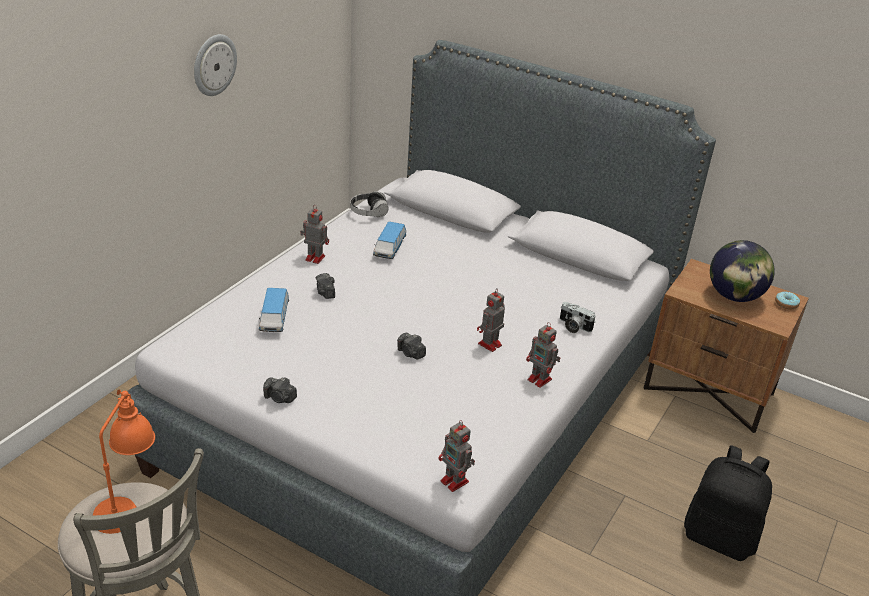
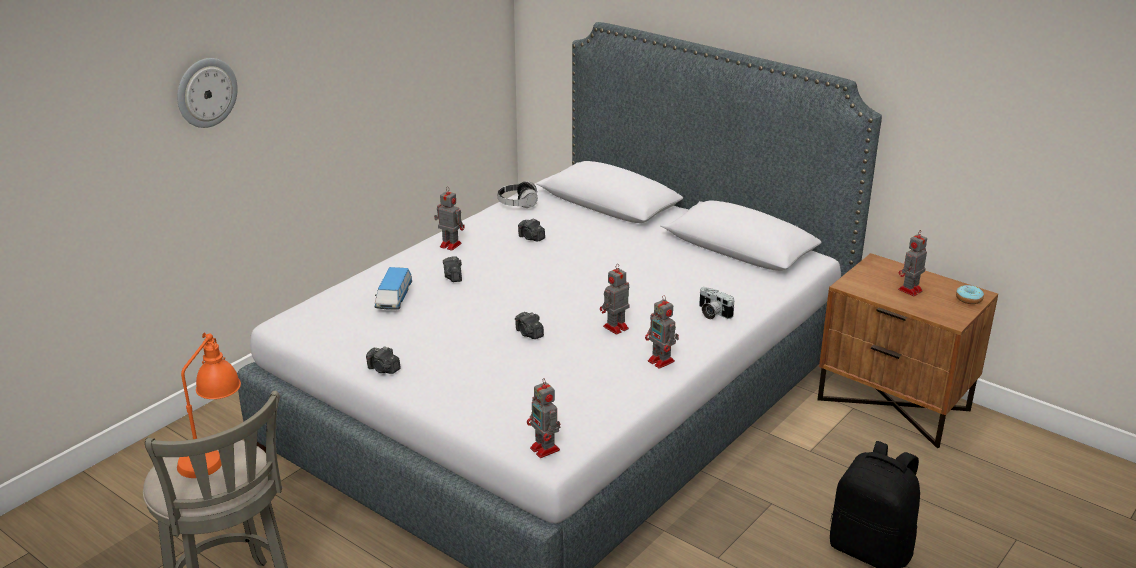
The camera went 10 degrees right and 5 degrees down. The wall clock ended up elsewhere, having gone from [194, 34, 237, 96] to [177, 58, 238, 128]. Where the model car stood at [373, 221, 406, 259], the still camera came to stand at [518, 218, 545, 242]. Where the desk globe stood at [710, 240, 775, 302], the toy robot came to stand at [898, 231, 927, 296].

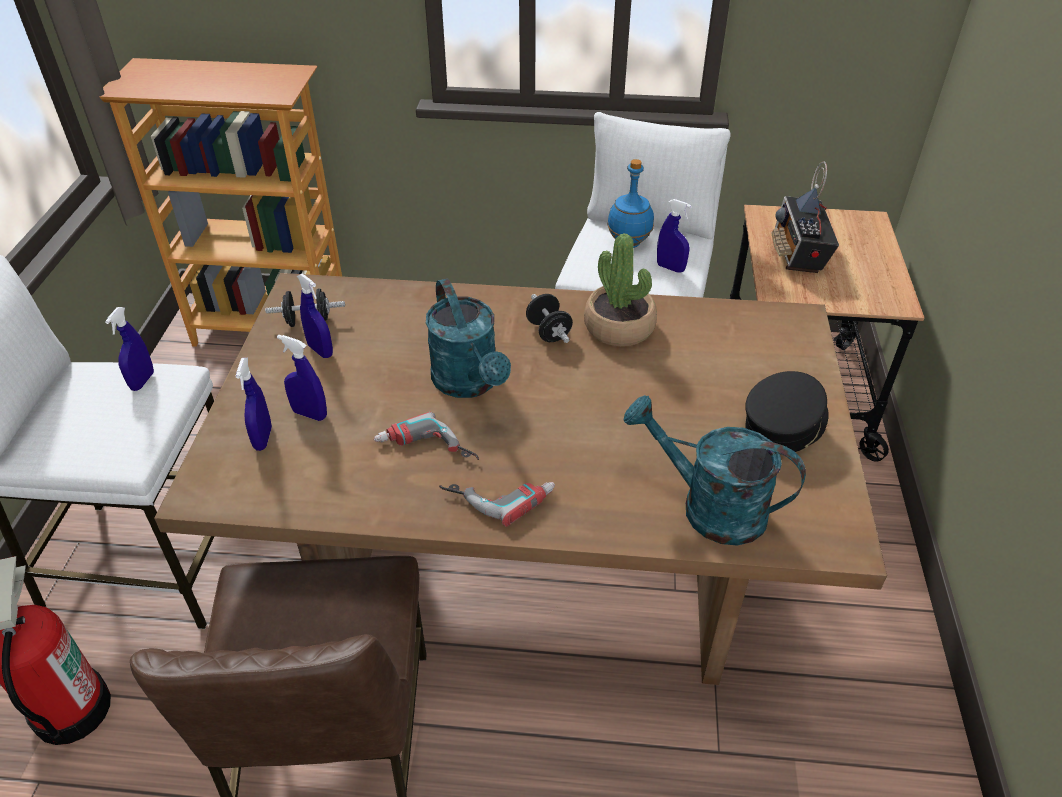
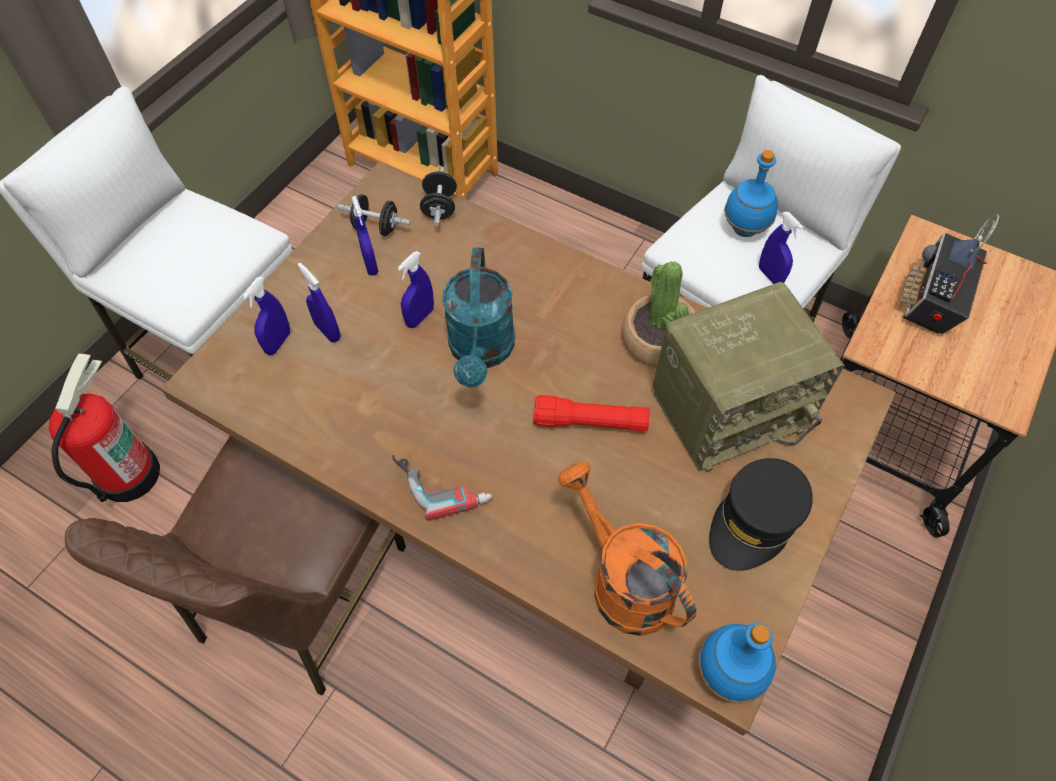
The camera went 25 degrees right and 15 degrees up. The blue sprayer ended up elsewhere, having gone from [105, 307, 154, 391] to [397, 251, 434, 328]. The second view lost the drill at [374, 412, 479, 460]. The black-coloured hand weight ended up elsewhere, having gone from [526, 294, 573, 343] to [420, 167, 457, 226]. What was the blue-green watering pot at [624, 395, 806, 546] turned into the orange watering pot at [558, 461, 696, 636]. The black-coloured baseball cap at [745, 371, 829, 452] ended up facing another way, 150 degrees clockwise from before. The second view gained the red-coloured torch at [533, 395, 650, 431]. The second view gained the radio receiver at [653, 282, 845, 472]. The second view gained the blue drink bottle at [698, 622, 776, 703].

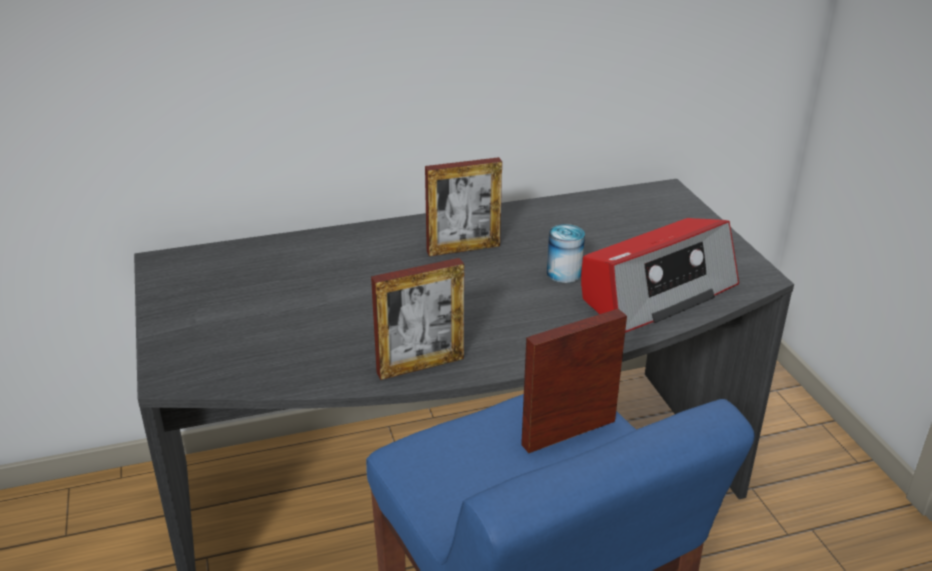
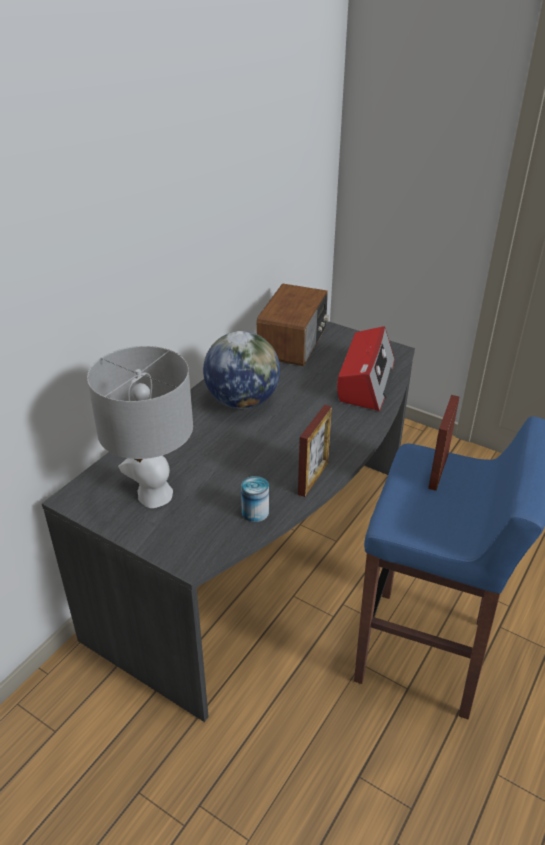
The camera went 40 degrees left and 5 degrees up. Where the picture frame stood at [425, 157, 502, 256], the desk globe came to stand at [203, 331, 280, 409]. The metal can ended up elsewhere, having gone from [547, 224, 585, 283] to [241, 476, 269, 522]. The second view gained the gray lamp for a table at [87, 346, 193, 508]. The second view gained the radio receiver at [257, 284, 329, 366].

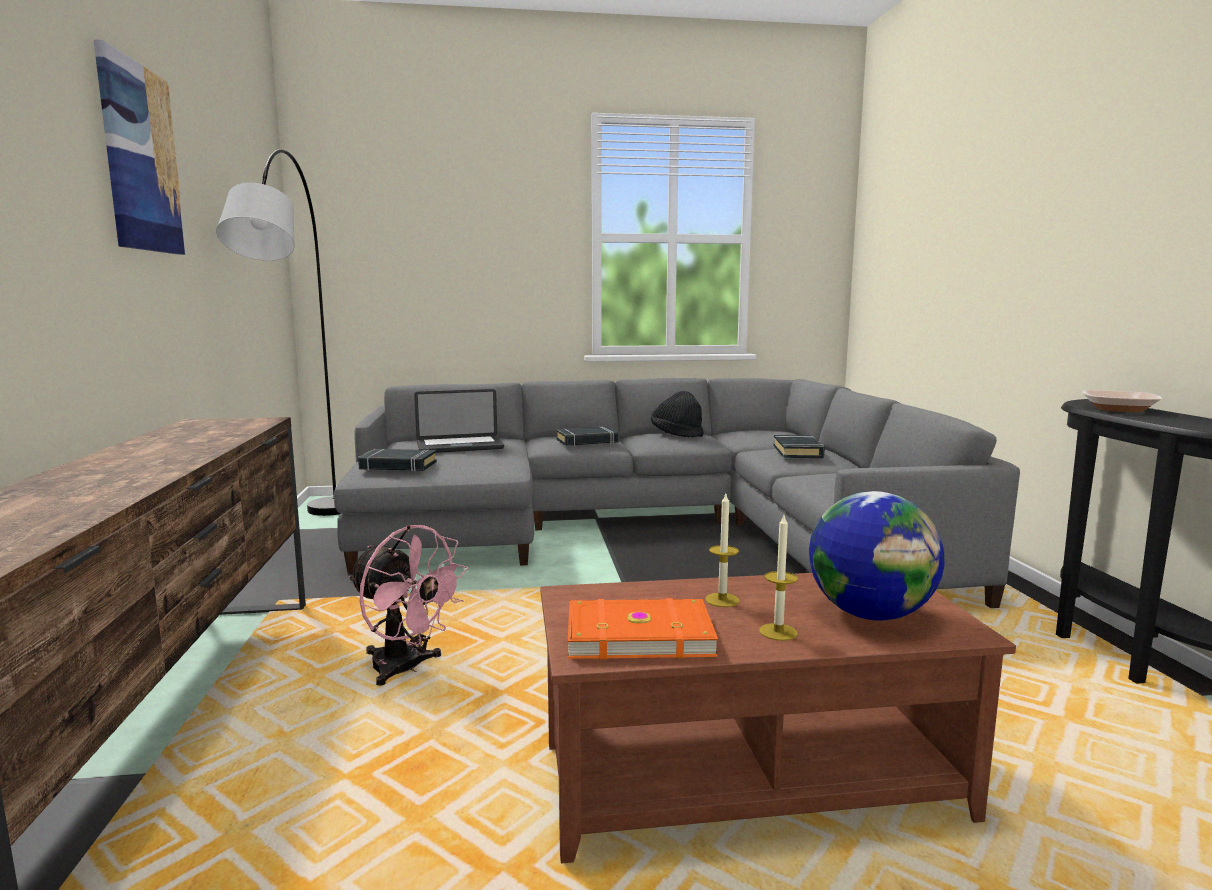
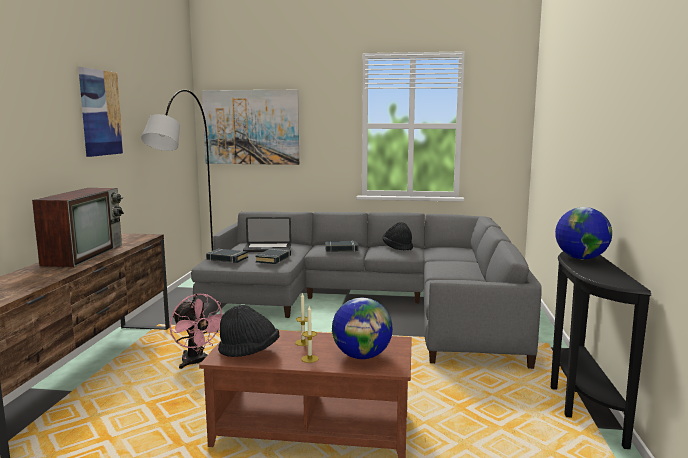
The camera went 15 degrees right and 0 degrees up. Where the orange book stood at [568, 598, 718, 659], the black-coloured hat came to stand at [218, 305, 280, 357]. The black-coloured book ended up elsewhere, having gone from [773, 435, 825, 458] to [255, 248, 291, 264]. Where the deep dish stood at [1082, 390, 1162, 412], the desk globe came to stand at [555, 207, 612, 259]. The second view gained the TV at [32, 188, 124, 267]. The second view gained the wall art at [202, 90, 299, 165].

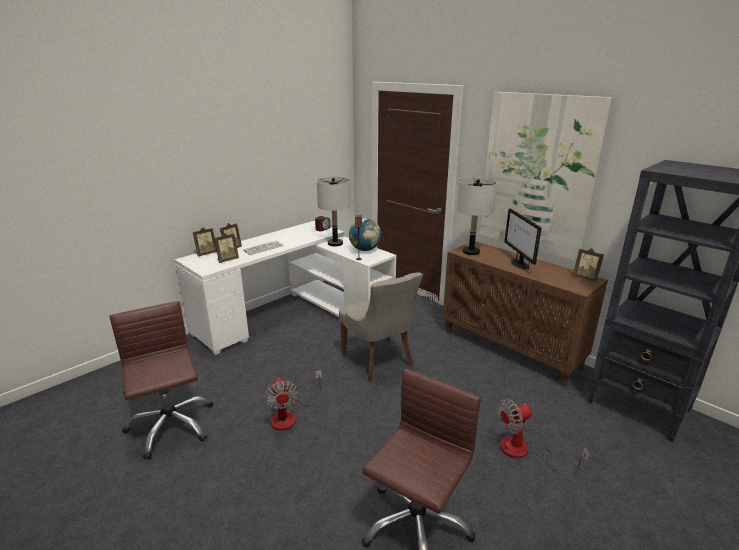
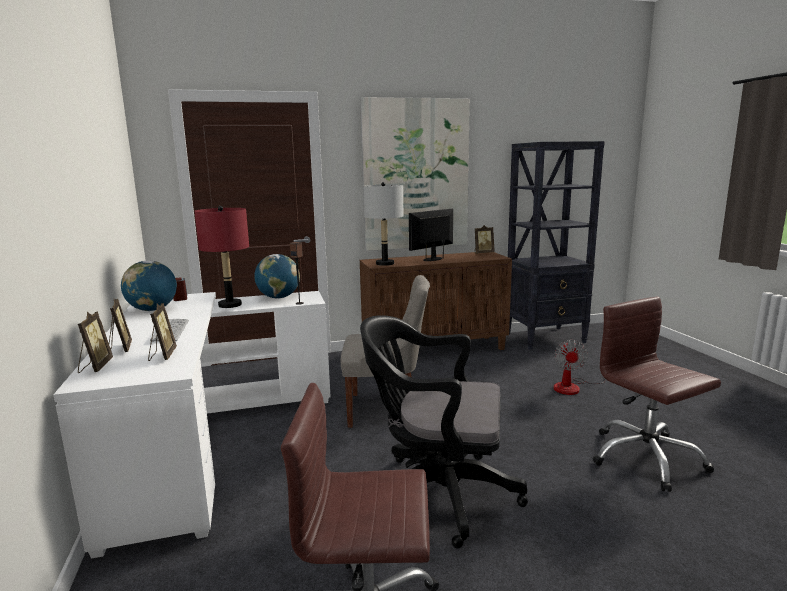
The camera went 60 degrees left and 10 degrees down. Where the cooling fan stood at [265, 370, 322, 431], the black-coloured desk chair came to stand at [360, 315, 528, 549]. What was the gray lamp for a table at [317, 177, 351, 246] turned into the red-coloured lamp for a table at [195, 206, 249, 308]. The computer display at [504, 208, 542, 269] ended up facing another way, 120 degrees clockwise from before. The second view gained the desk globe at [121, 260, 177, 311].

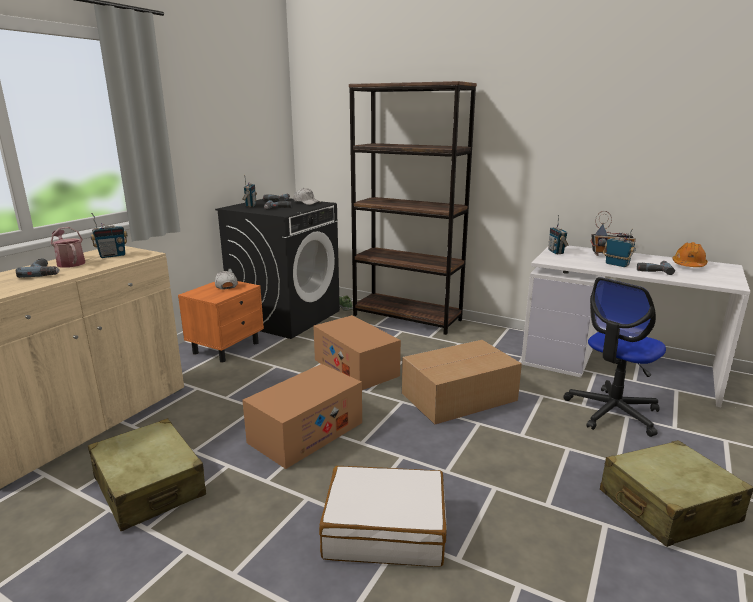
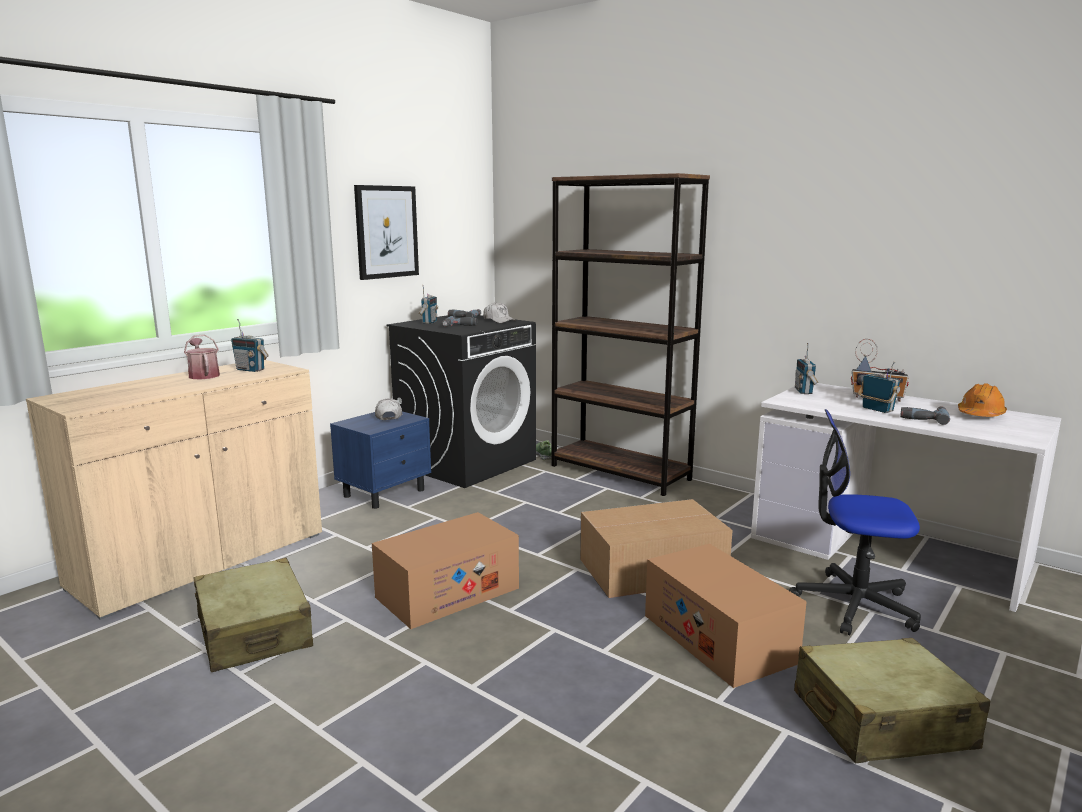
The camera went 10 degrees right and 5 degrees down. The second view lost the drill at [16, 258, 60, 278]. The radio receiver at [90, 213, 127, 258] ended up facing another way, 45 degrees clockwise from before. What was the orange nightstand at [178, 281, 264, 363] turned into the blue nightstand at [330, 411, 431, 509]. The carton ended up elsewhere, having gone from [313, 315, 401, 390] to [645, 544, 807, 688]. The second view lost the whitish travel case at [319, 466, 446, 567]. The desk chair at [563, 277, 666, 437] ended up facing another way, 45 degrees clockwise from before. The second view gained the wall art at [354, 185, 419, 280].

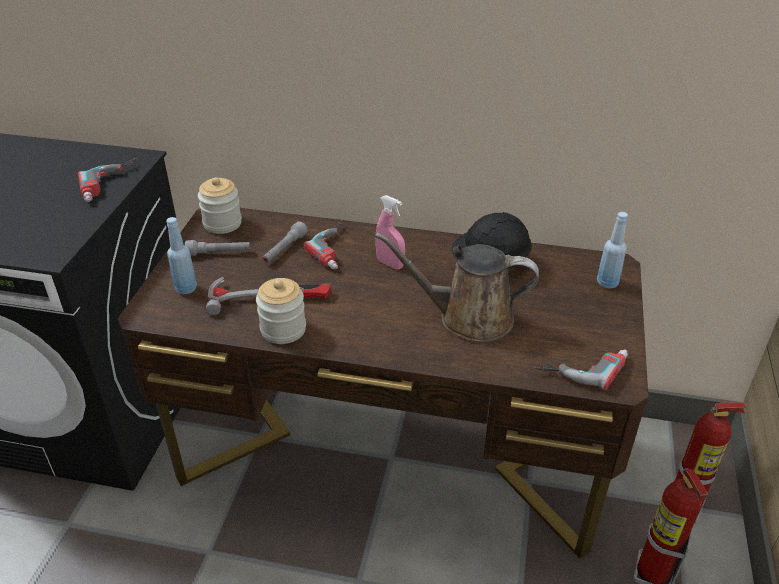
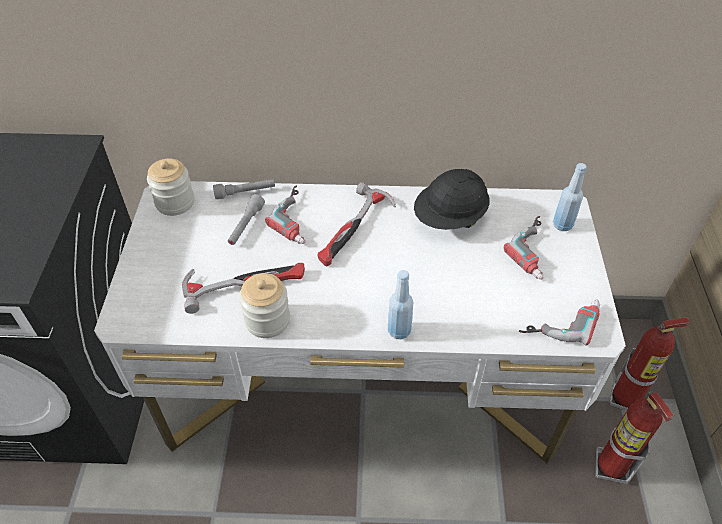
The camera went 10 degrees left and 10 degrees up. The drill ended up elsewhere, having gone from [78, 159, 137, 202] to [503, 216, 544, 280]. What was the brown-coloured desk table at [118, 208, 648, 559] turned into the whitish desk table at [94, 181, 626, 464]. The blue drink bottle ended up elsewhere, having gone from [166, 217, 197, 294] to [388, 270, 414, 339]. The gray torch ended up elsewhere, having gone from [185, 240, 250, 256] to [213, 179, 275, 199]. Where the pink sprayer stood at [375, 195, 405, 269], the tool hammer came to stand at [318, 182, 396, 266]. The second view lost the brown-coloured watering pot at [375, 232, 539, 342].

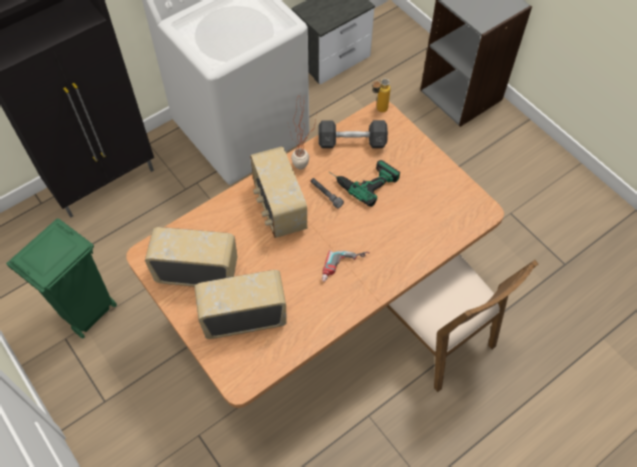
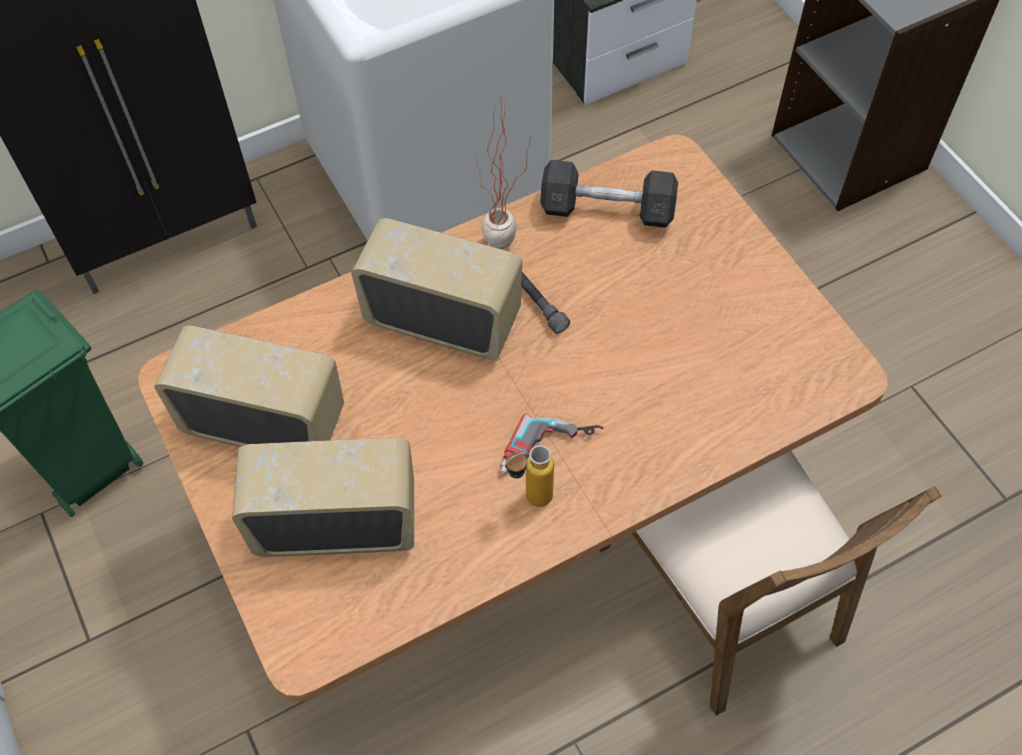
The camera went 10 degrees right and 0 degrees up. The radio receiver at [250, 146, 307, 238] ended up facing another way, 120 degrees clockwise from before. The second view lost the drill at [329, 160, 400, 207]. The drink bottle ended up elsewhere, having gone from [372, 79, 391, 113] to [505, 445, 554, 507].

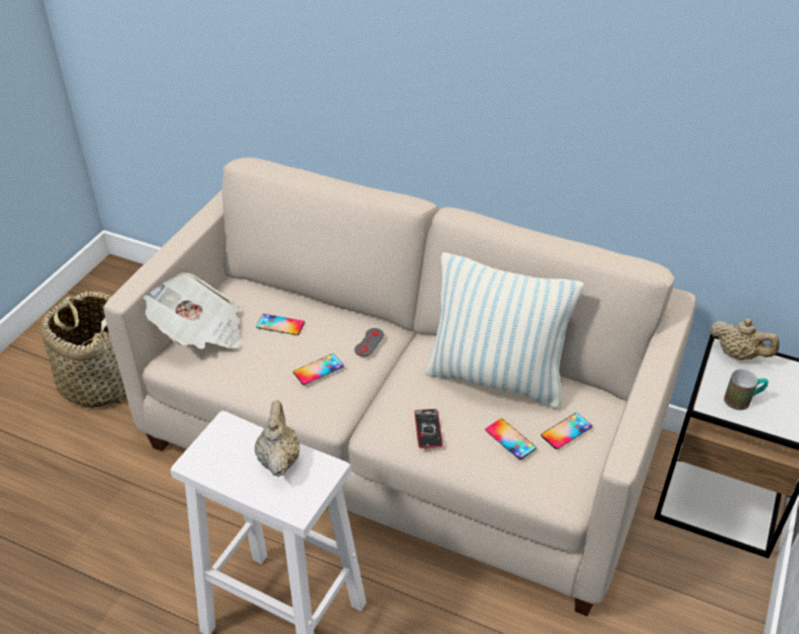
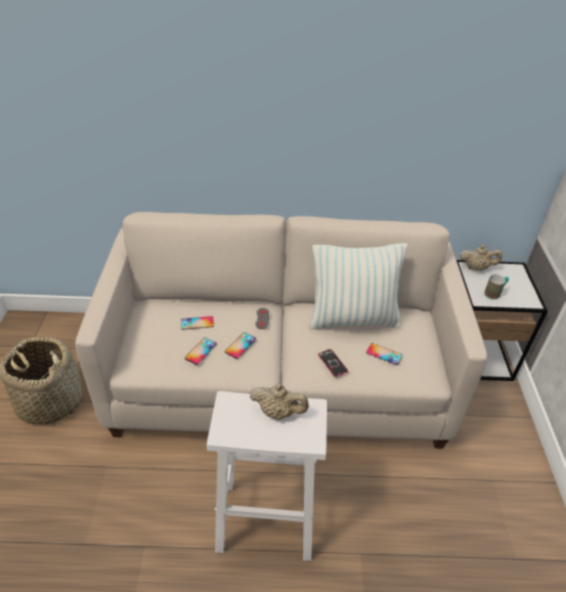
The camera went 25 degrees left and 0 degrees up. The second view lost the printed paper at [143, 272, 241, 349]. The beige-coloured teapot at [255, 400, 300, 477] ended up facing another way, 135 degrees clockwise from before. The handset ended up elsewhere, having gone from [541, 413, 592, 449] to [185, 337, 217, 365].

